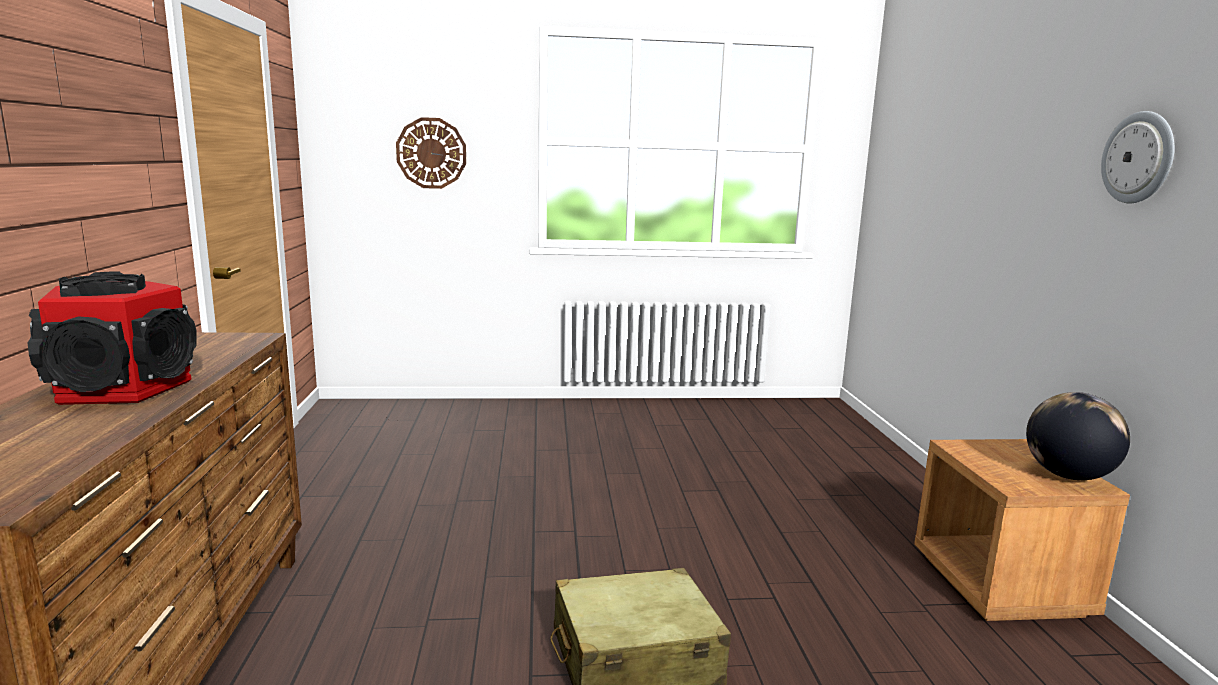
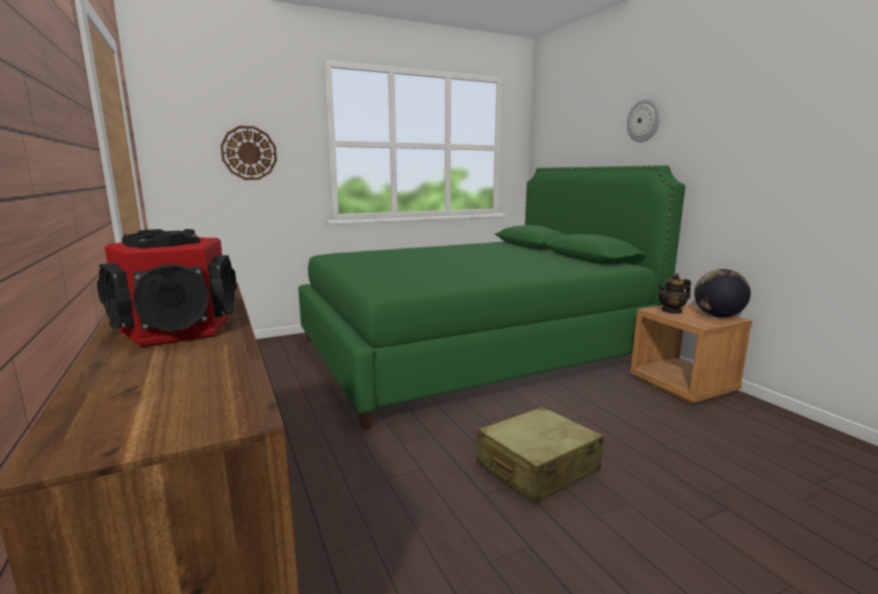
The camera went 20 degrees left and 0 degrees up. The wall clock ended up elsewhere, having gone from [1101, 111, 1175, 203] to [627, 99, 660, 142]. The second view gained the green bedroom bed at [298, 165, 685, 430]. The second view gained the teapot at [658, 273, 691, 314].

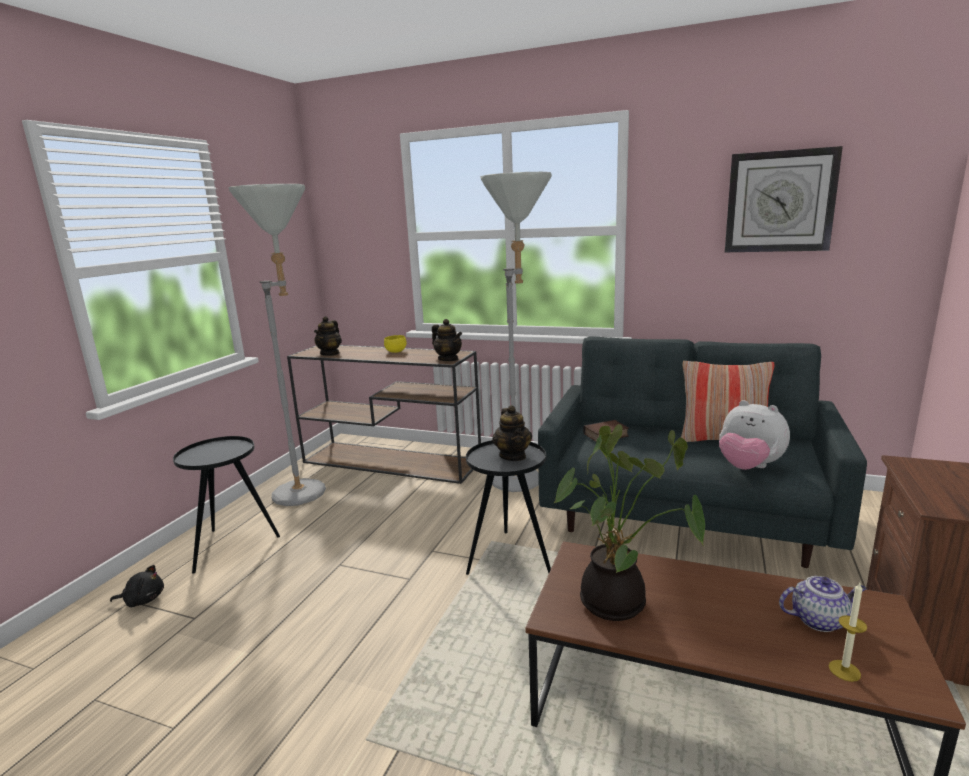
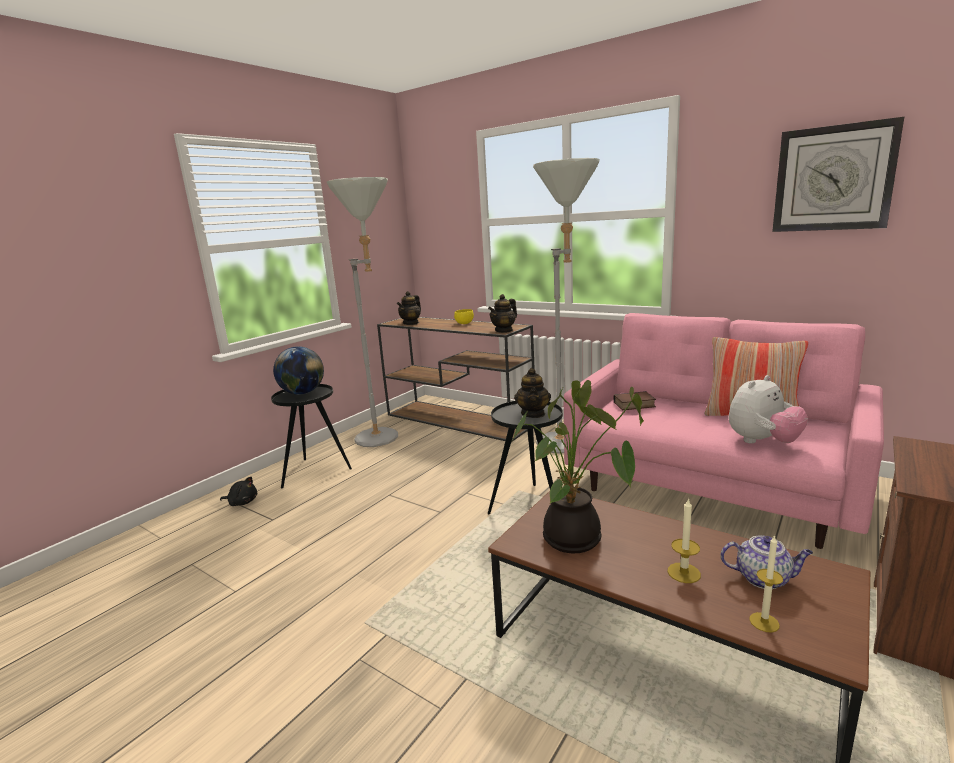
The camera went 15 degrees right and 0 degrees up. The teapot at [432, 319, 462, 361] ended up facing another way, 75 degrees clockwise from before. What was the gray settee at [538, 336, 867, 568] turned into the pink settee at [564, 313, 884, 549]. The cuddly toy at [719, 400, 790, 470] ended up facing another way, 90 degrees counterclockwise from before. The second view gained the desk globe at [273, 346, 324, 395]. The second view gained the wax light at [668, 498, 701, 583].

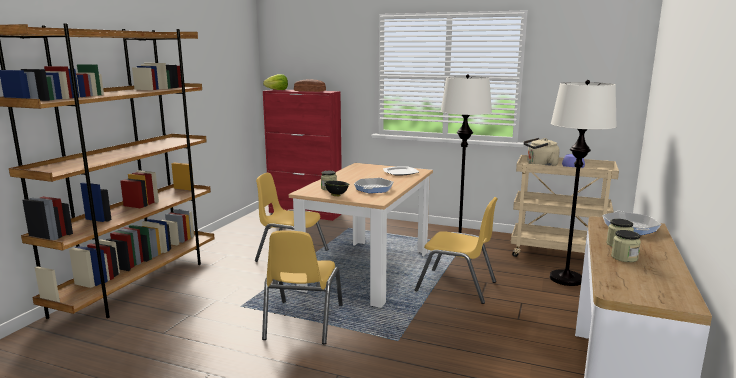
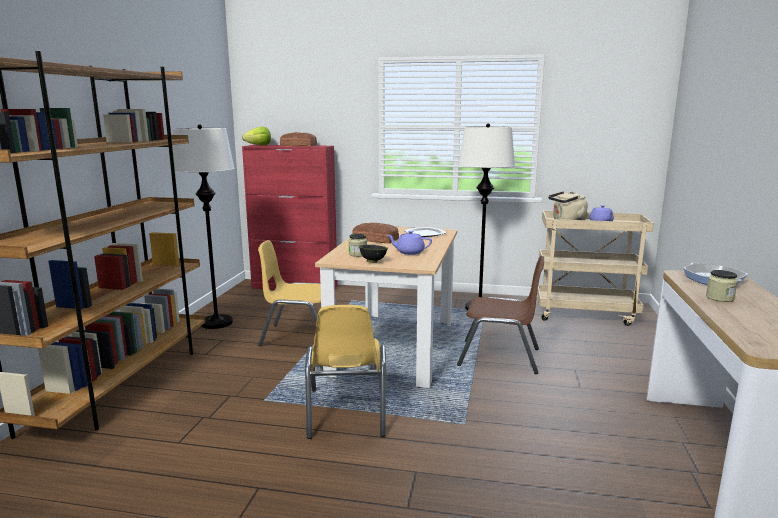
The camera went 10 degrees left and 0 degrees up. Where the frying pan stood at [354, 178, 393, 193], the purple teapot came to stand at [387, 231, 432, 255]. What was the yellow upright chair at [415, 197, 498, 304] turned into the brown-coloured upright chair at [457, 256, 544, 374]. The whitish standing lamp ended up elsewhere, having gone from [550, 80, 617, 286] to [172, 124, 235, 329]. The second view lost the storage jar at [611, 230, 641, 262]. The second view gained the baked bread at [352, 223, 399, 244].

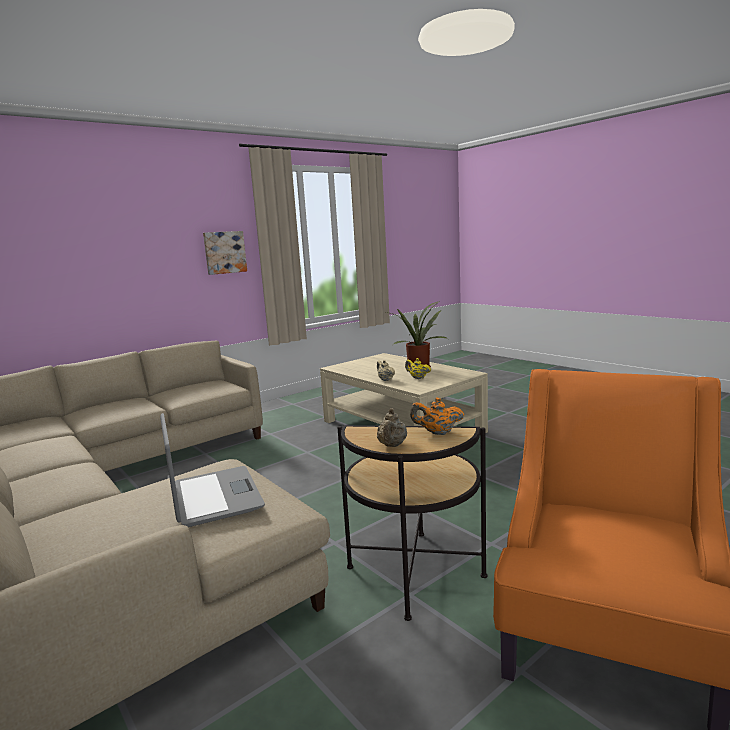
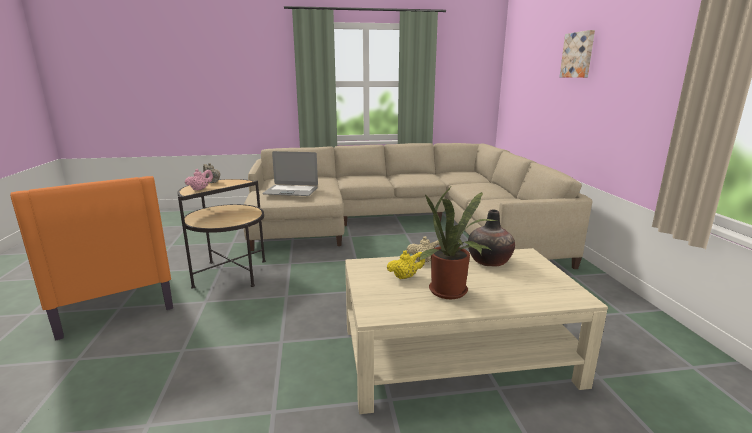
The camera went 120 degrees right and 5 degrees up. The wall art ended up elsewhere, having gone from [203, 231, 247, 275] to [560, 30, 595, 78]. What was the orange teapot at [410, 398, 464, 435] turned into the pink teapot at [185, 169, 213, 191]. The second view gained the vase at [468, 210, 515, 266].

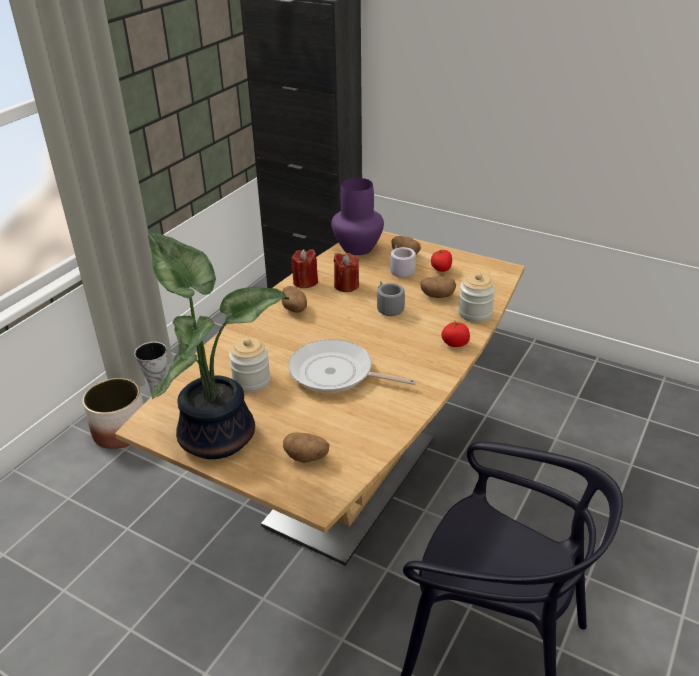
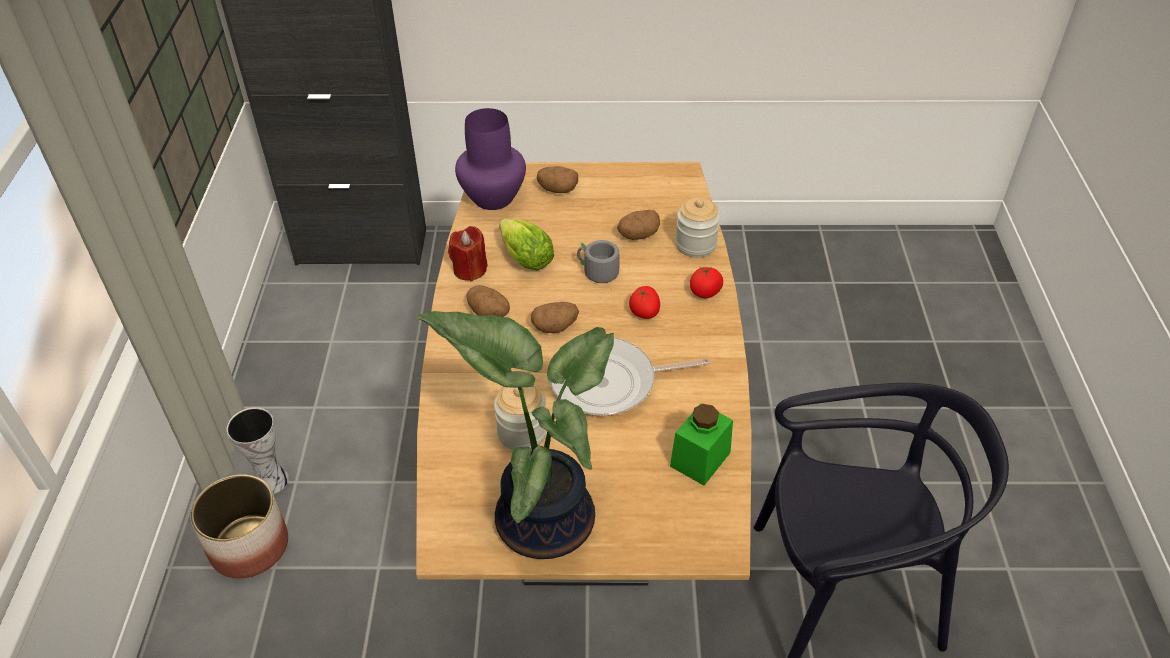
The camera went 30 degrees left and 10 degrees up. The spud ended up elsewhere, having gone from [283, 433, 330, 463] to [531, 302, 579, 333]. Where the red-coloured wax light stood at [334, 253, 359, 292], the head of lettuce came to stand at [499, 219, 554, 271]. The second view lost the gray mug at [390, 245, 416, 283]. The tomato ended up elsewhere, having gone from [431, 250, 452, 272] to [629, 286, 660, 319]. The second view gained the green storage jar at [670, 403, 733, 486].

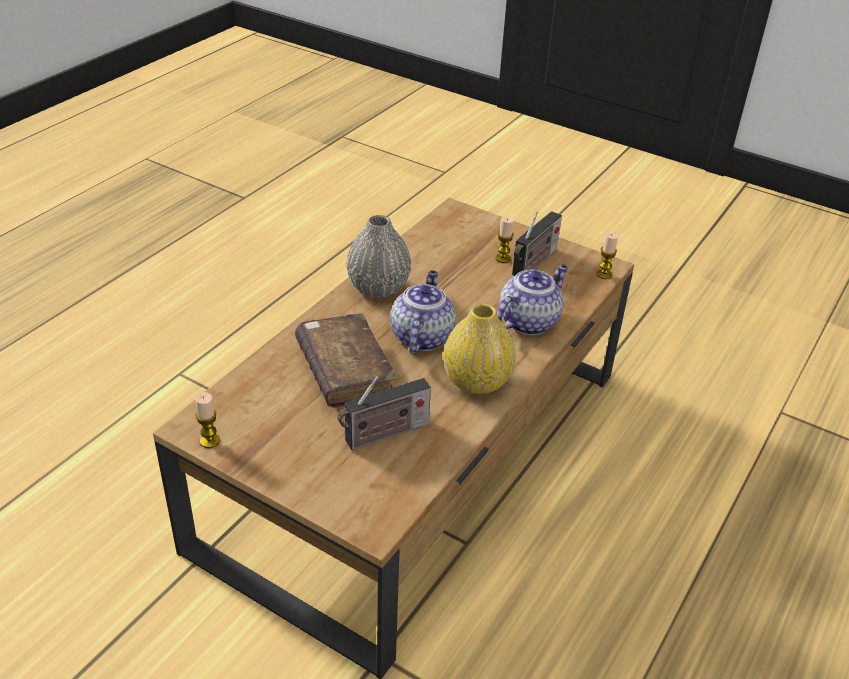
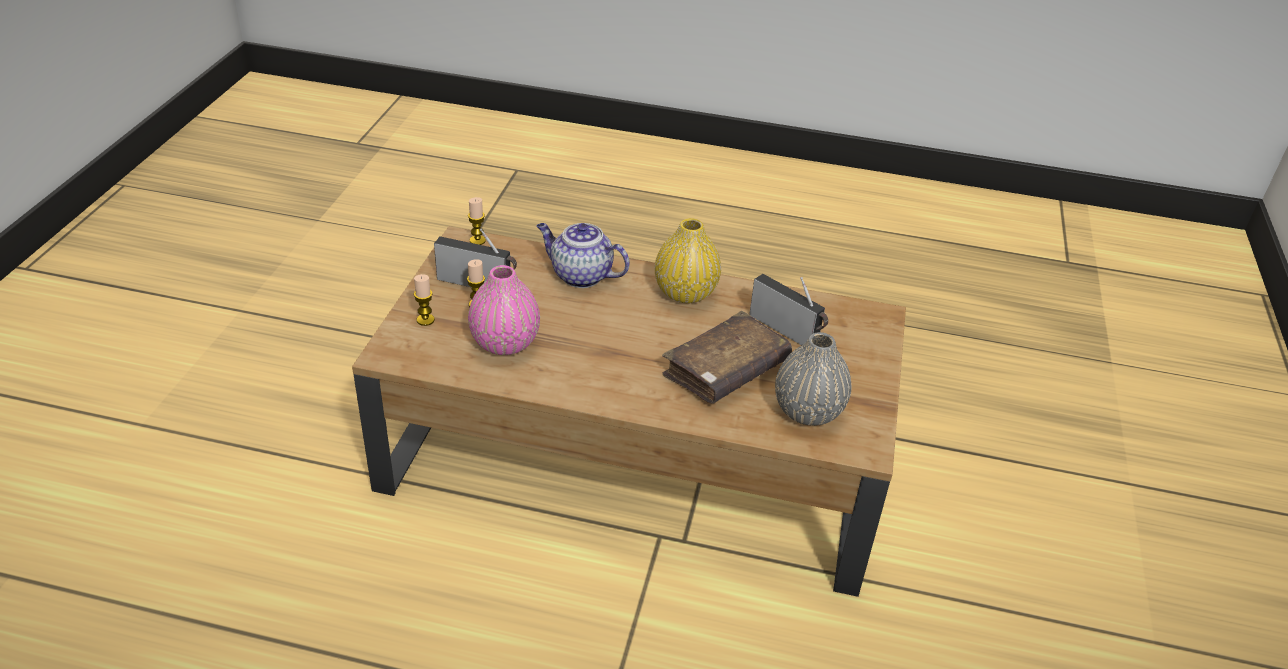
The camera went 110 degrees left and 0 degrees up. The wax light ended up elsewhere, having gone from [195, 392, 220, 448] to [414, 274, 435, 326]. The gray vase ended up elsewhere, having gone from [347, 215, 411, 298] to [775, 332, 852, 426]. The second view lost the teapot at [390, 270, 456, 354]. The second view gained the pink vase at [468, 265, 540, 355].

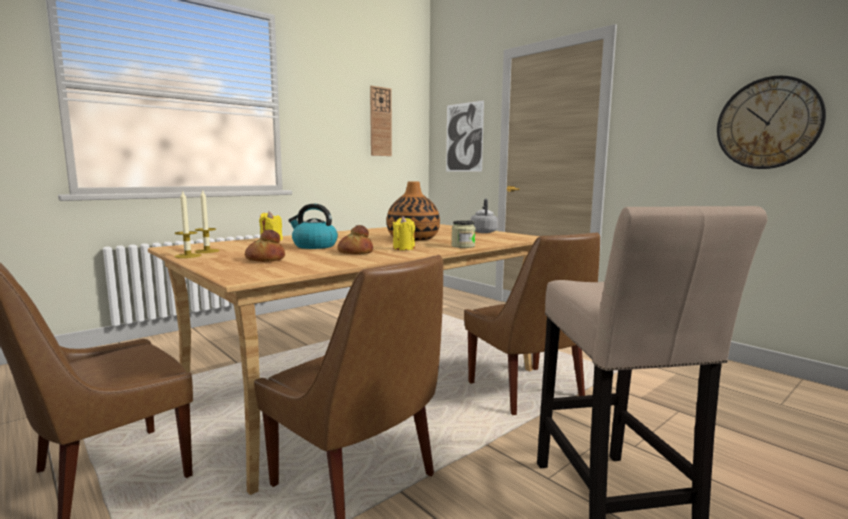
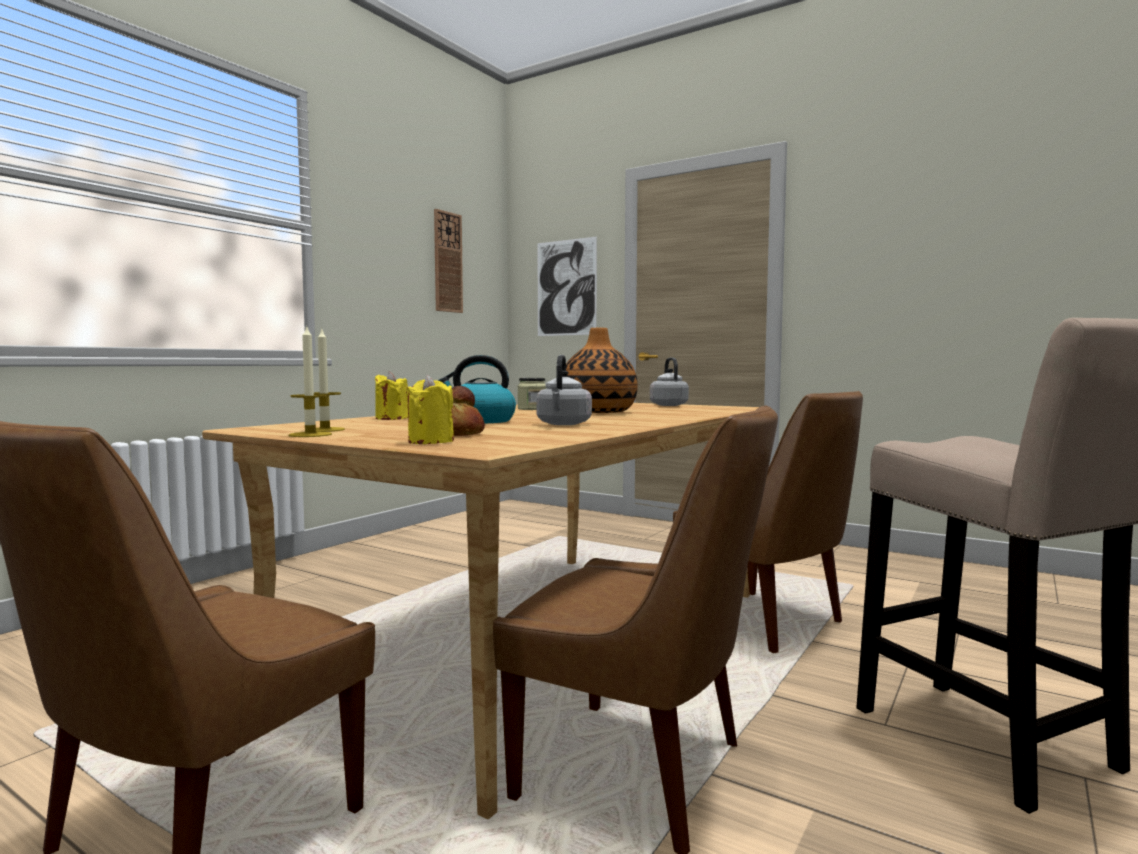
The camera went 15 degrees left and 5 degrees down. Where the baked bread stood at [337, 225, 373, 255], the gray kettle came to stand at [536, 355, 592, 425]. The yellow wax light ended up elsewhere, having gone from [393, 216, 415, 250] to [406, 375, 454, 444]. The storage jar ended up elsewhere, having gone from [452, 220, 475, 248] to [517, 378, 547, 410]. The second view lost the wall clock at [717, 76, 826, 169].

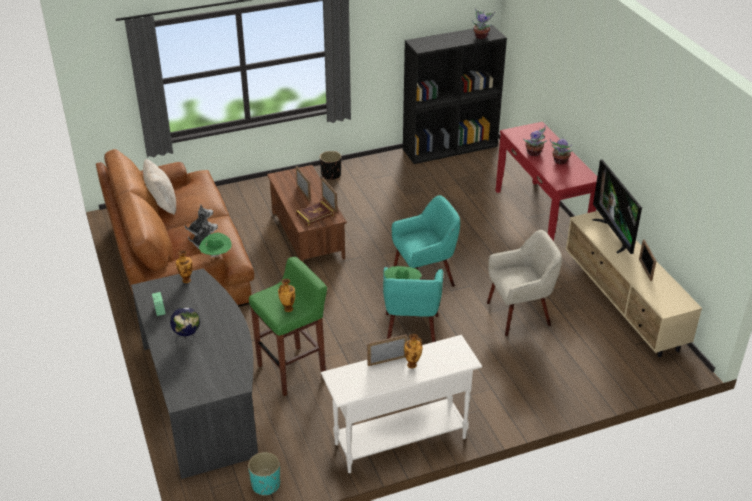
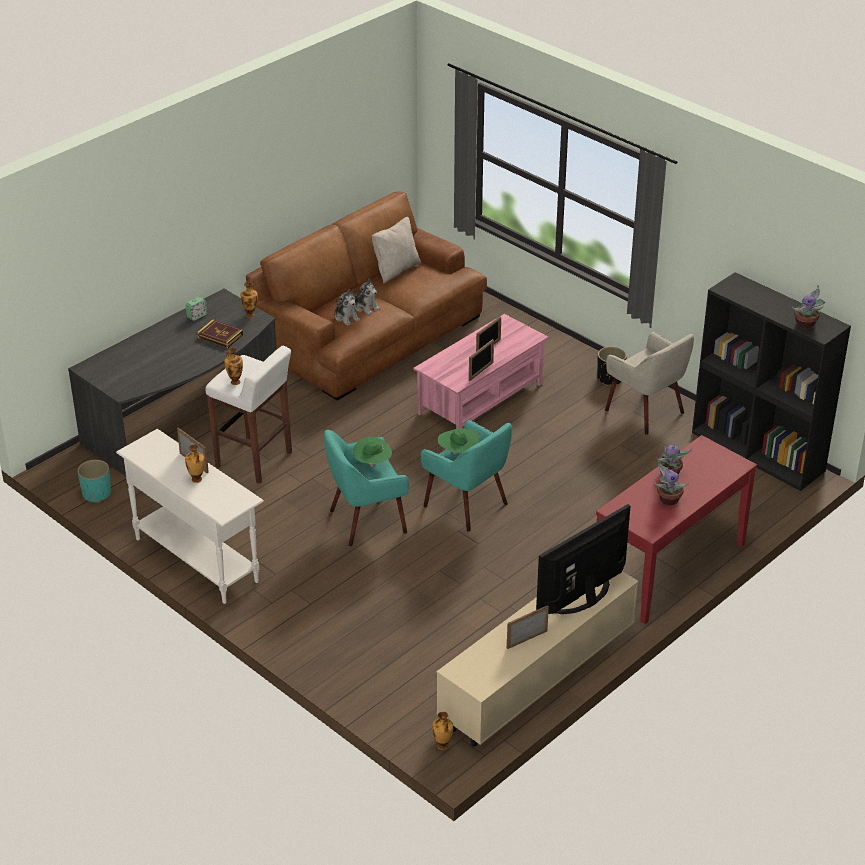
The camera went 65 degrees right and 0 degrees up. The second view lost the desk globe at [170, 307, 200, 343]. The green hat ended up elsewhere, having gone from [199, 232, 232, 258] to [437, 428, 480, 454]. What was the green stool seat at [249, 257, 327, 396] turned into the whitish stool seat at [205, 346, 292, 484]. What was the brown-coloured lounge table at [267, 165, 347, 262] turned into the pink lounge table at [414, 314, 548, 429]. The book ended up elsewhere, having gone from [296, 201, 334, 225] to [197, 319, 243, 348]. The beige-coloured lounge chair ended up elsewhere, having gone from [487, 230, 562, 336] to [605, 332, 694, 435]. The second view gained the vase at [432, 712, 453, 750].

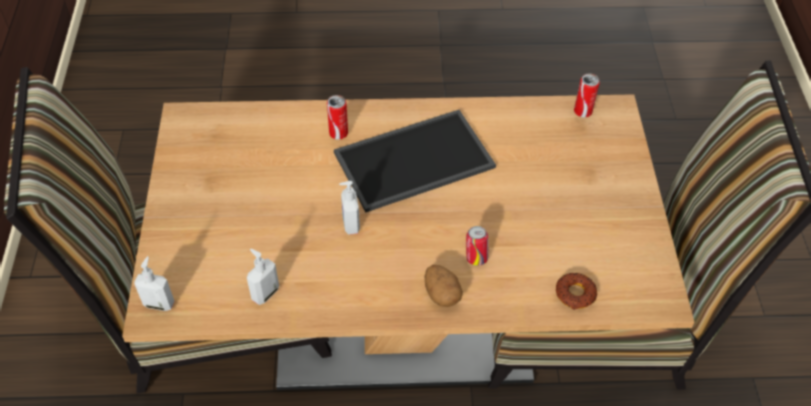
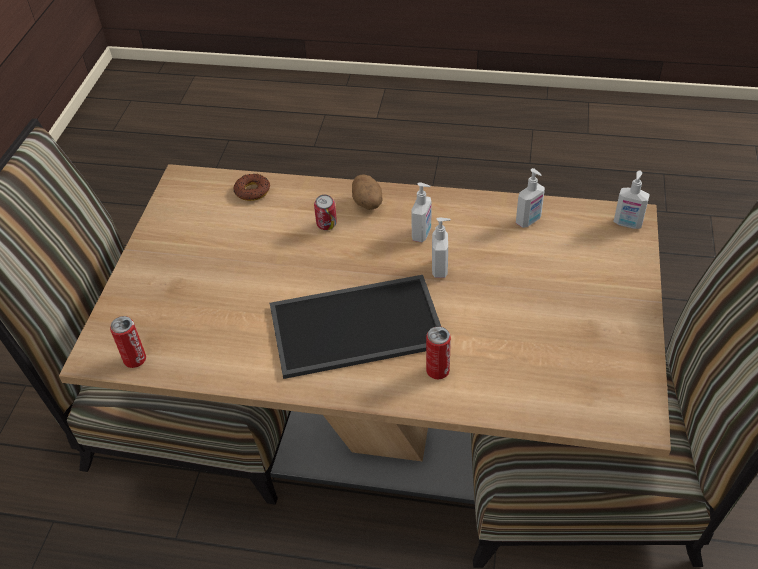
The camera went 165 degrees left and 5 degrees down. The second view gained the soap bottle at [411, 182, 431, 242].

